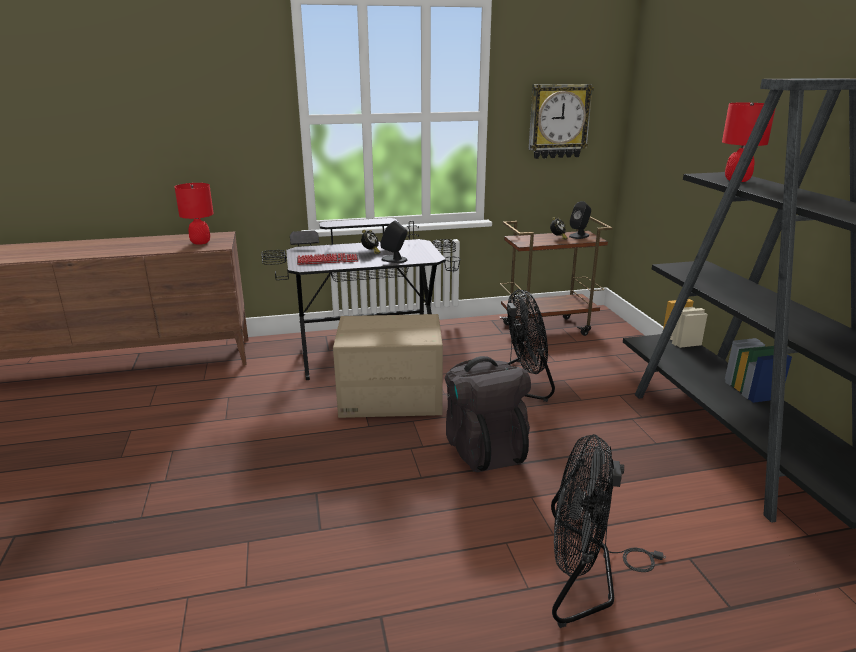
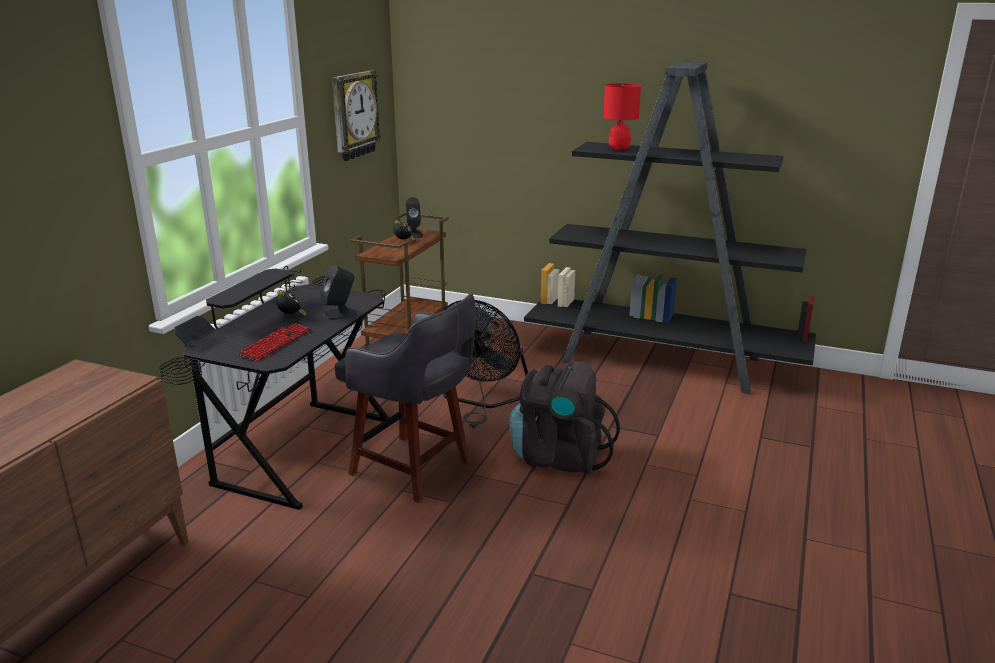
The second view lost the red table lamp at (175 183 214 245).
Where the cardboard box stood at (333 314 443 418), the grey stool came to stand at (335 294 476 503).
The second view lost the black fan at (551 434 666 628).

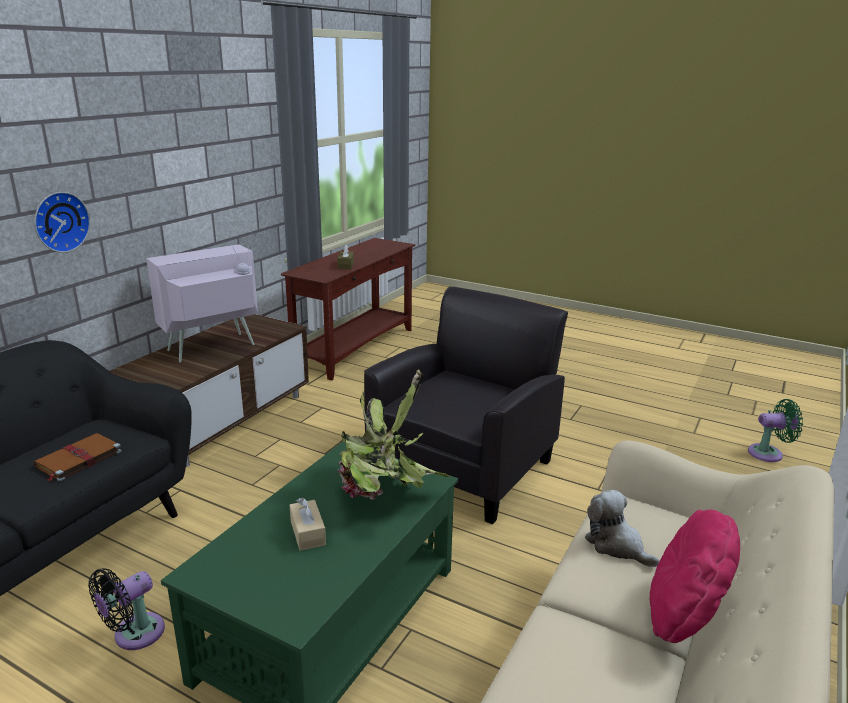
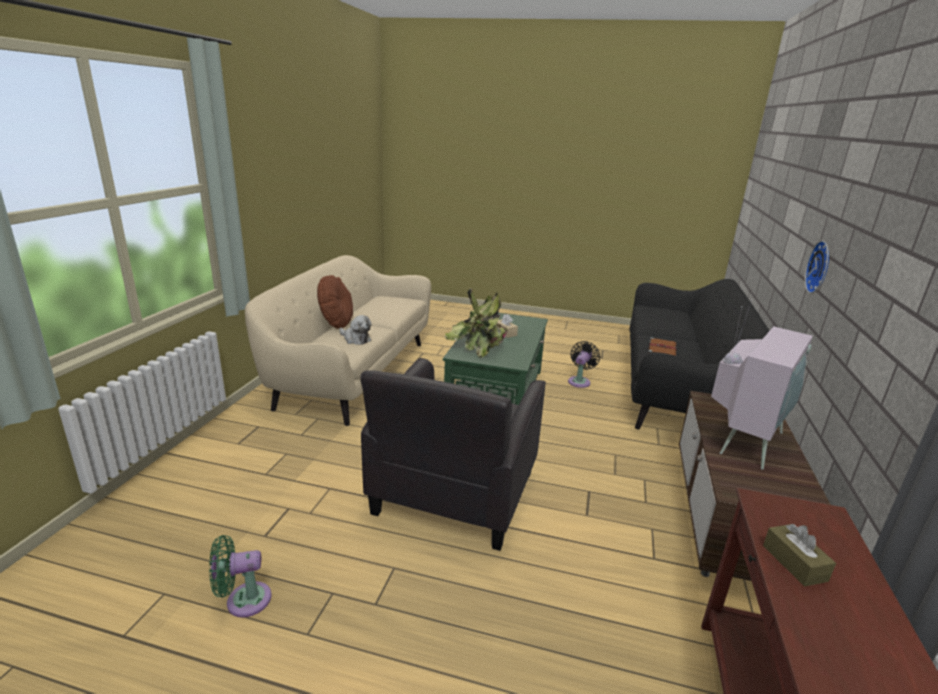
What was the pink pillow at (650 510 740 643) turned into the brown pillow at (317 275 353 329).
The green fan ended up elsewhere, having gone from (748 399 803 462) to (209 535 272 617).

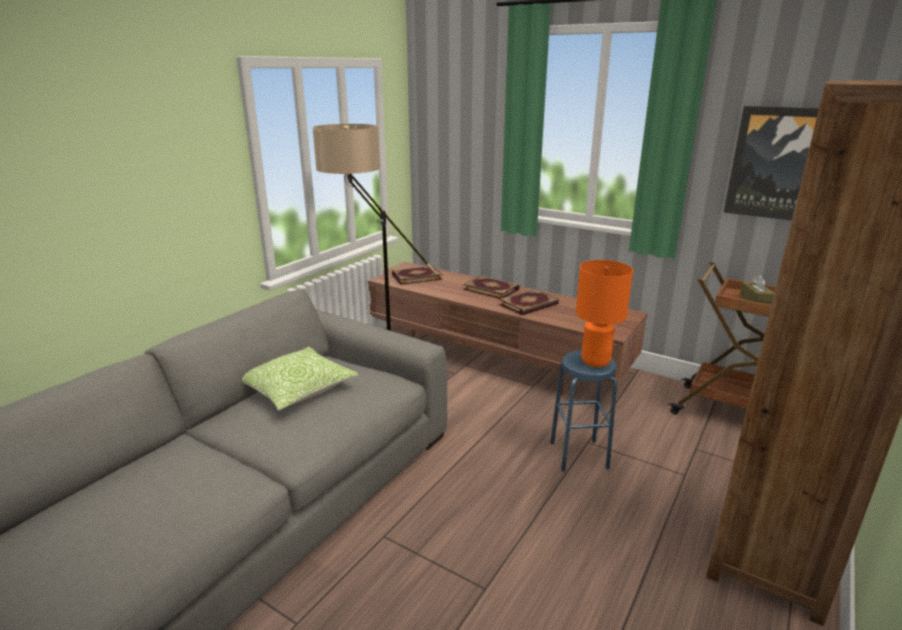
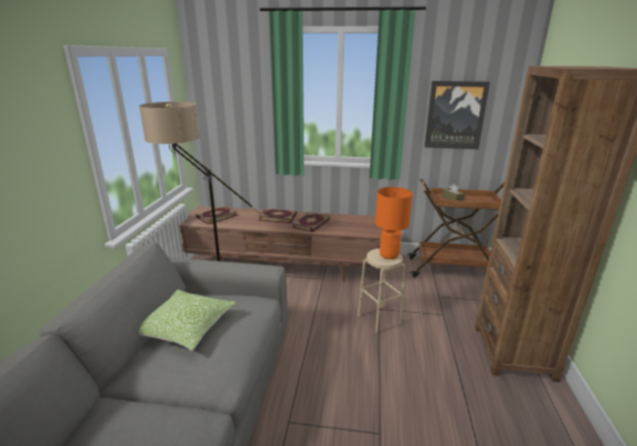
What was the blue stool at (551 350 617 472) turned into the beige stool at (357 248 405 334).

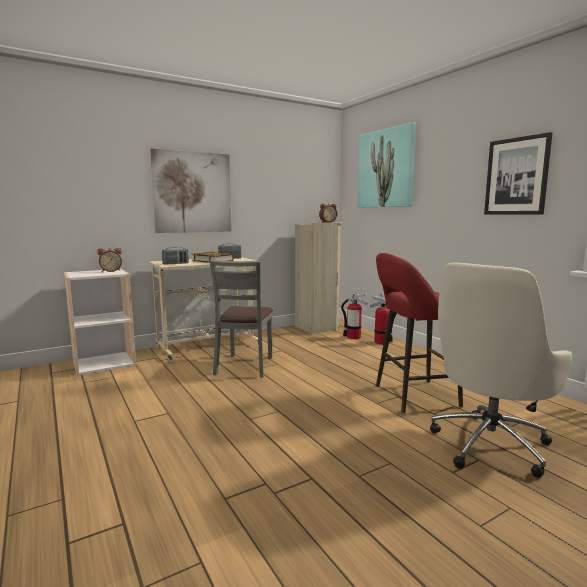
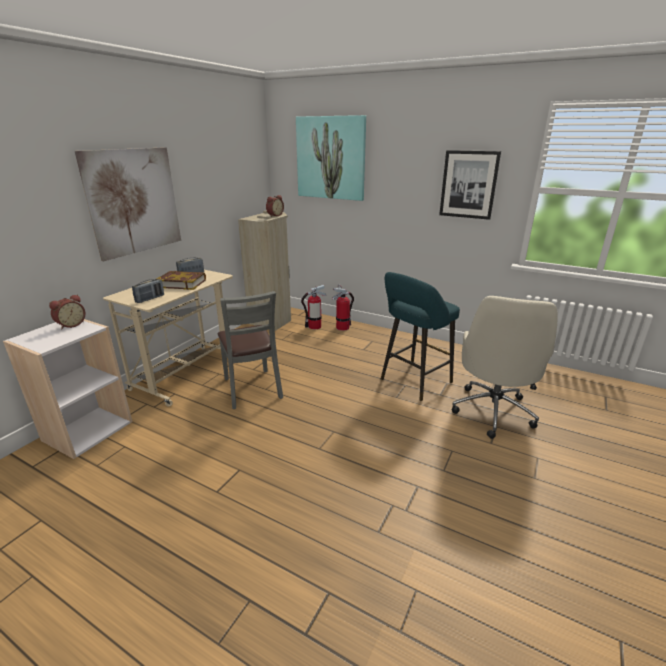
What was the red stool at (376 253 463 413) turned into the turquoise stool at (381 272 460 401).

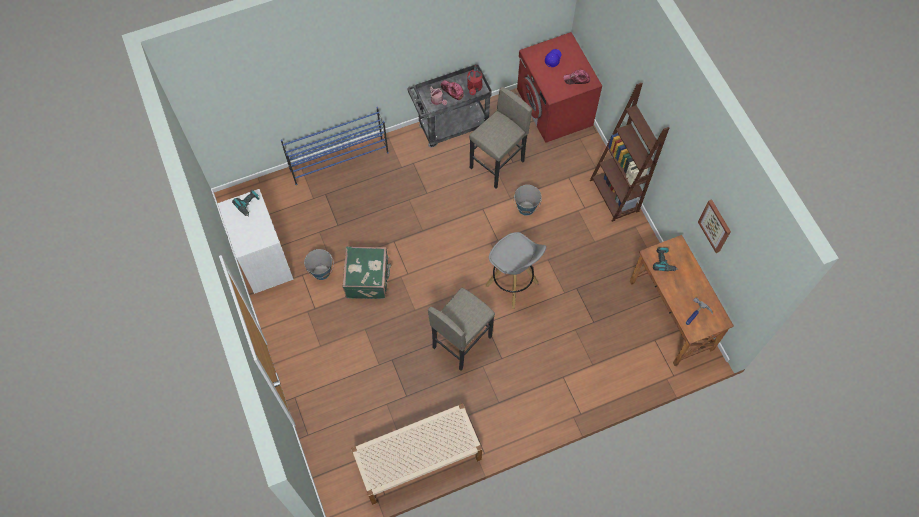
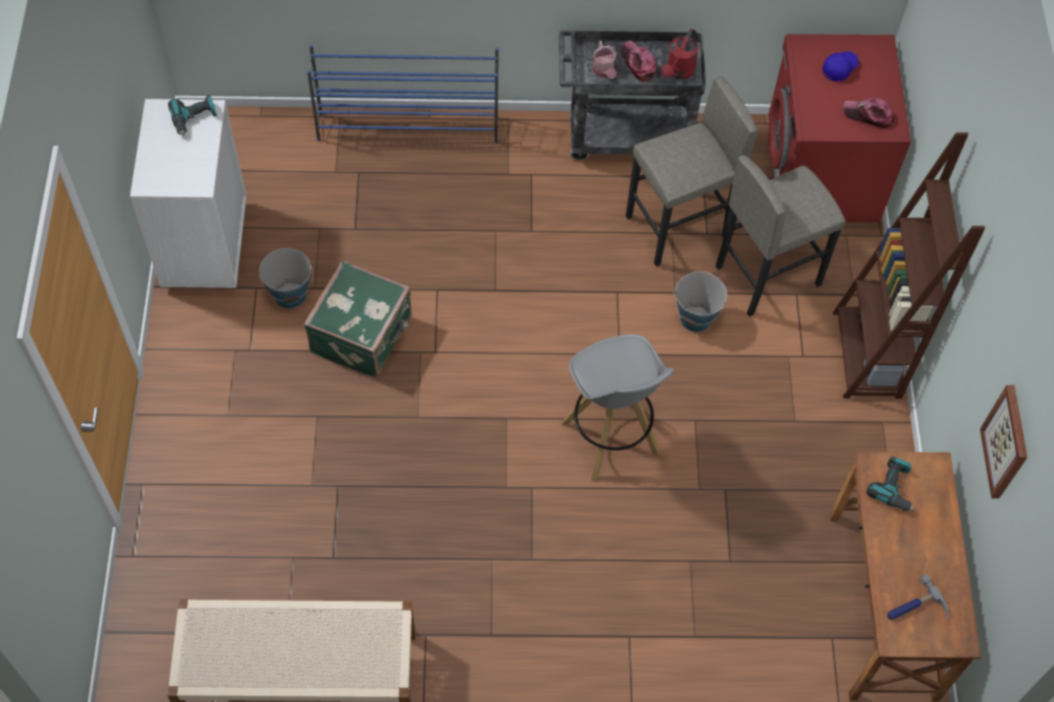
The grey stool ended up elsewhere, having gone from (428 288 495 371) to (715 155 846 317).

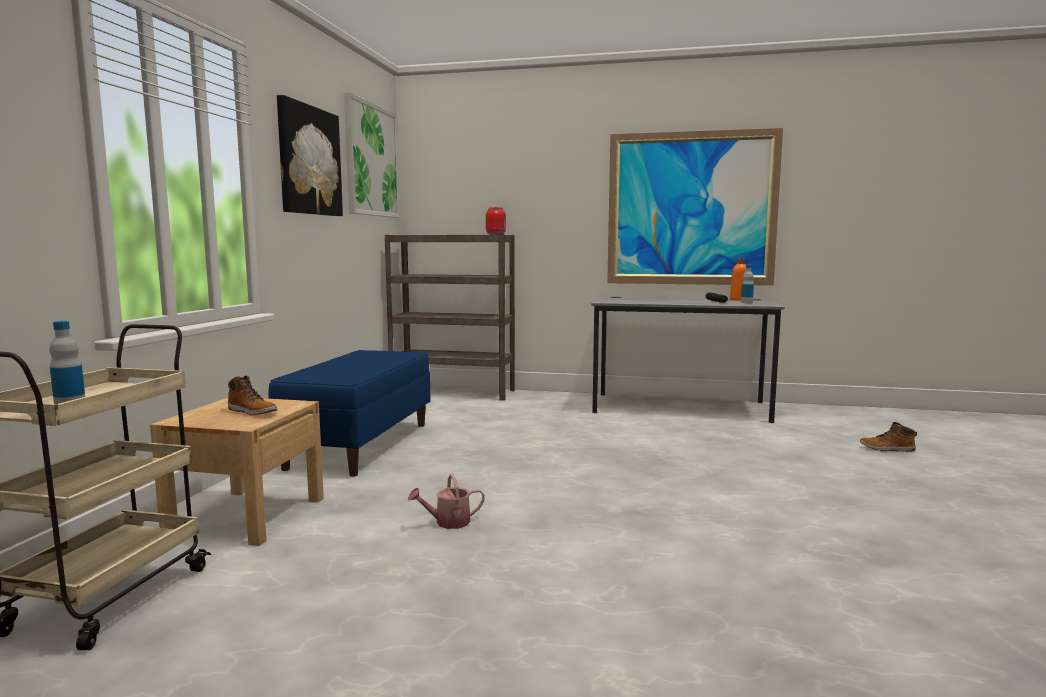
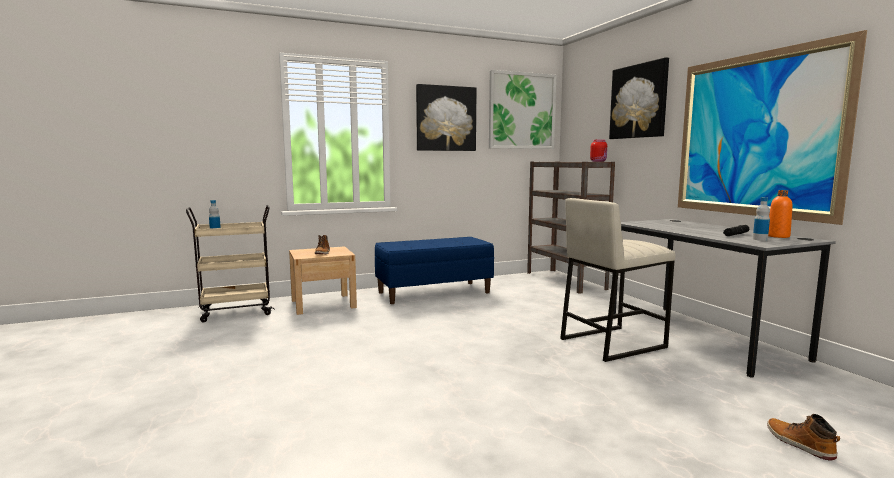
The second view lost the watering can at (408 474 485 529).
The second view gained the beige stool at (560 198 676 362).
The second view gained the picture at (609 57 669 139).

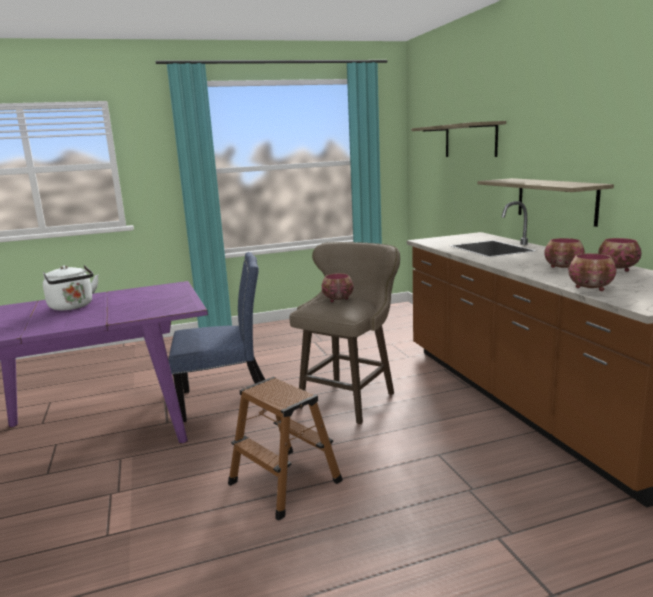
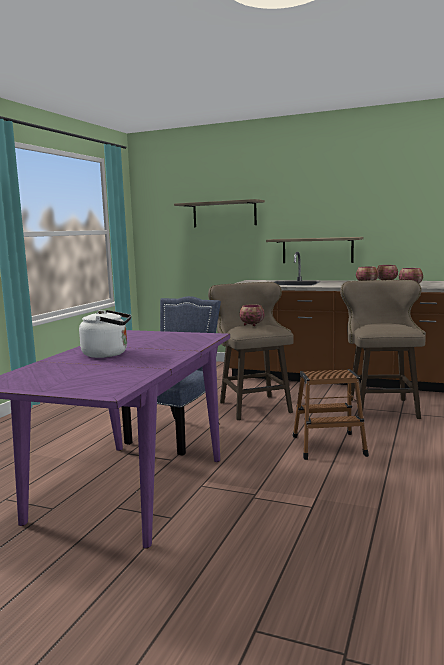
The second view gained the beige stool at (340 280 426 419).

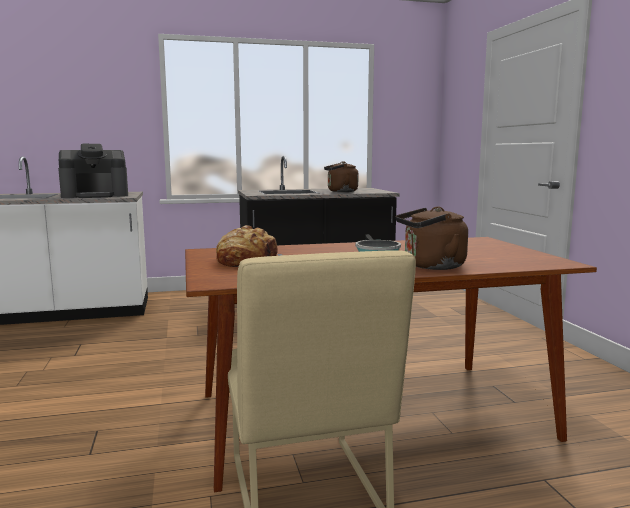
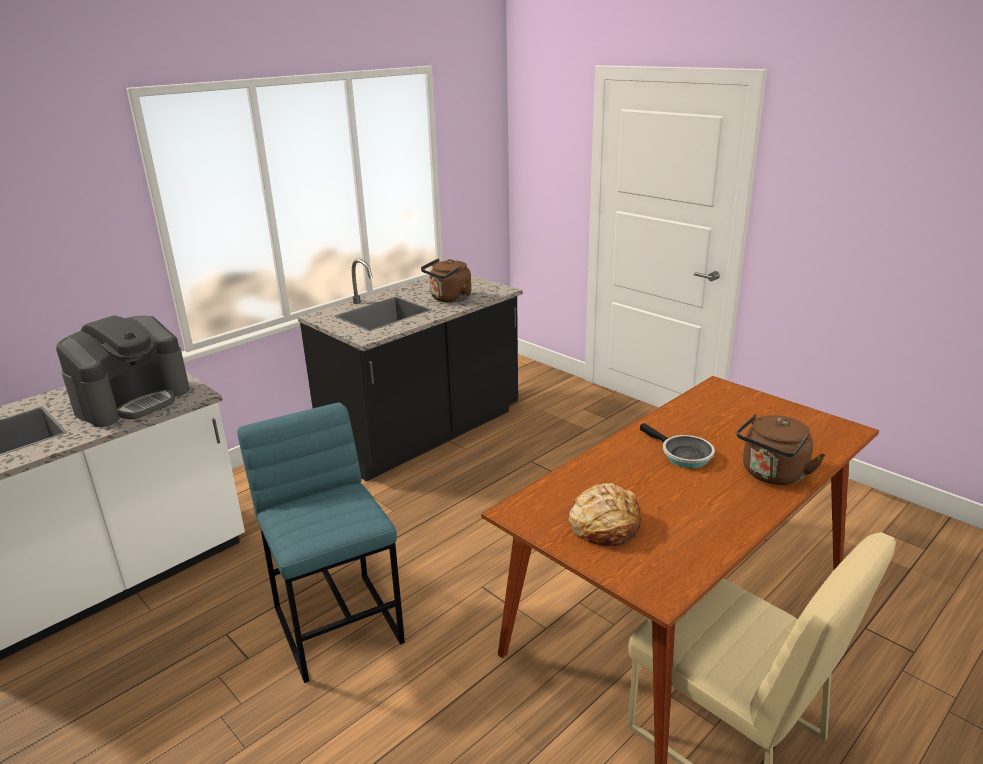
The second view gained the blue stool at (238 403 405 683).

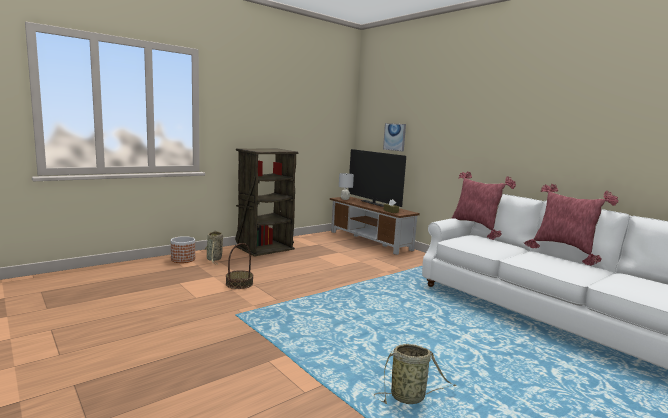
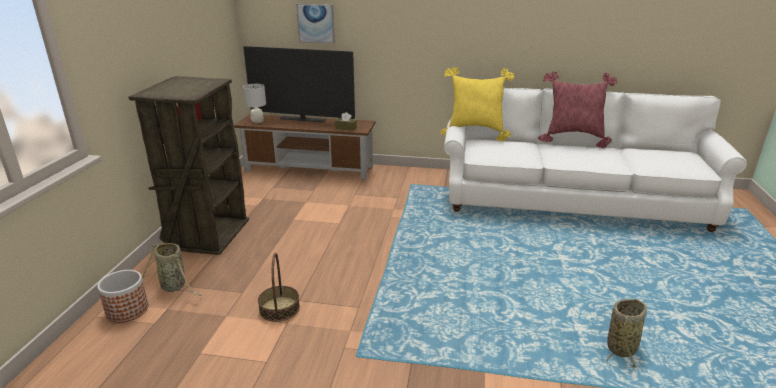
What was the red pillow at (451 171 516 240) turned into the yellow pillow at (440 67 515 142).

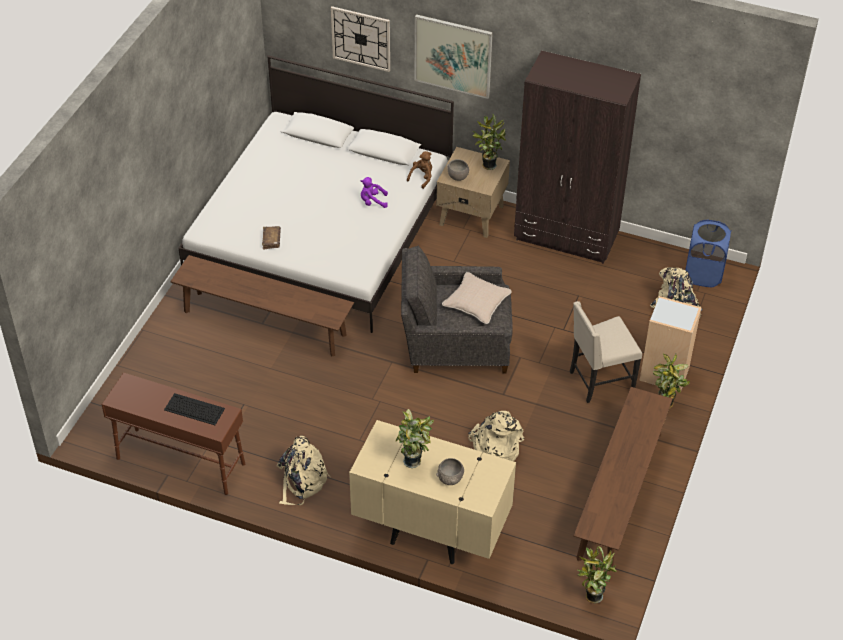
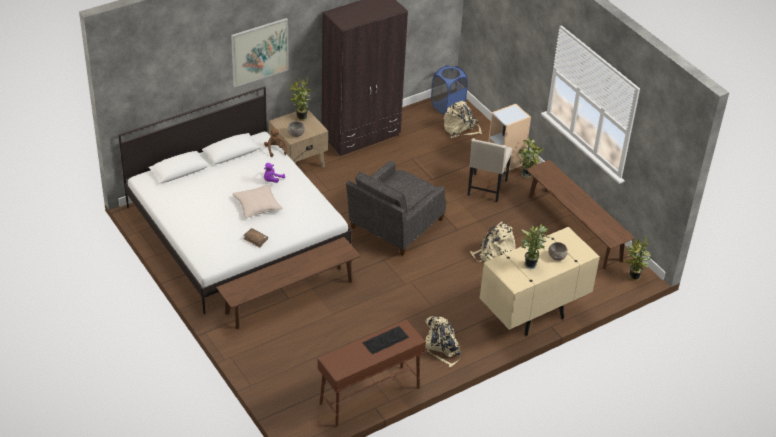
The second view lost the wall clock at (331 6 390 72).
The beige pillow ended up elsewhere, having gone from (442 272 512 324) to (232 185 283 218).

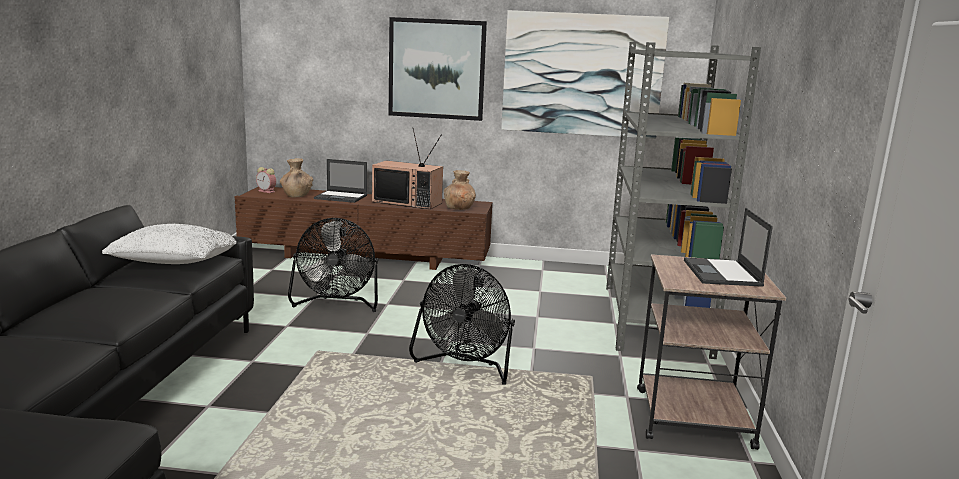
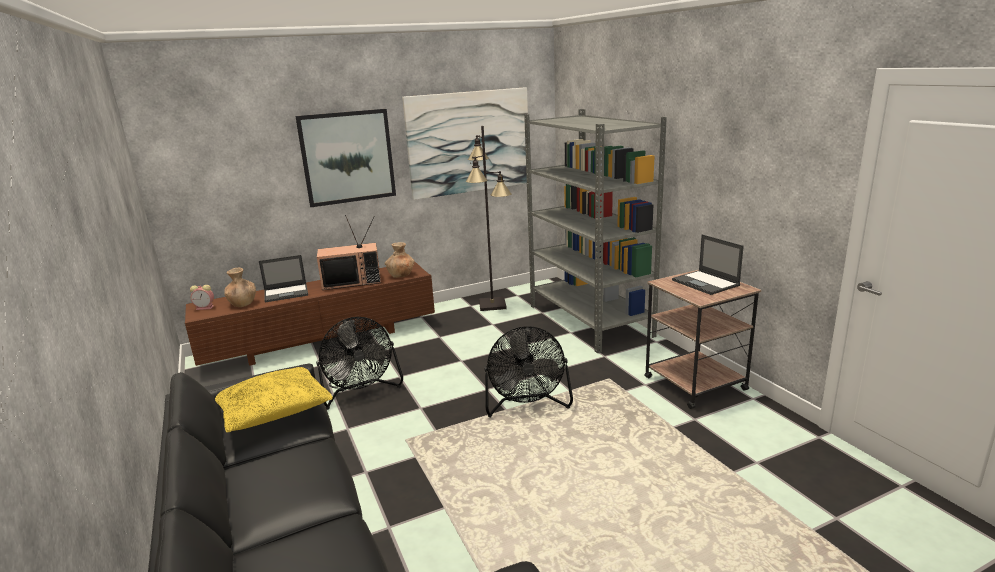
What was the white pillow at (102 224 237 264) turned into the yellow pillow at (215 367 333 432).
The second view gained the black floor lamp at (466 126 511 311).

